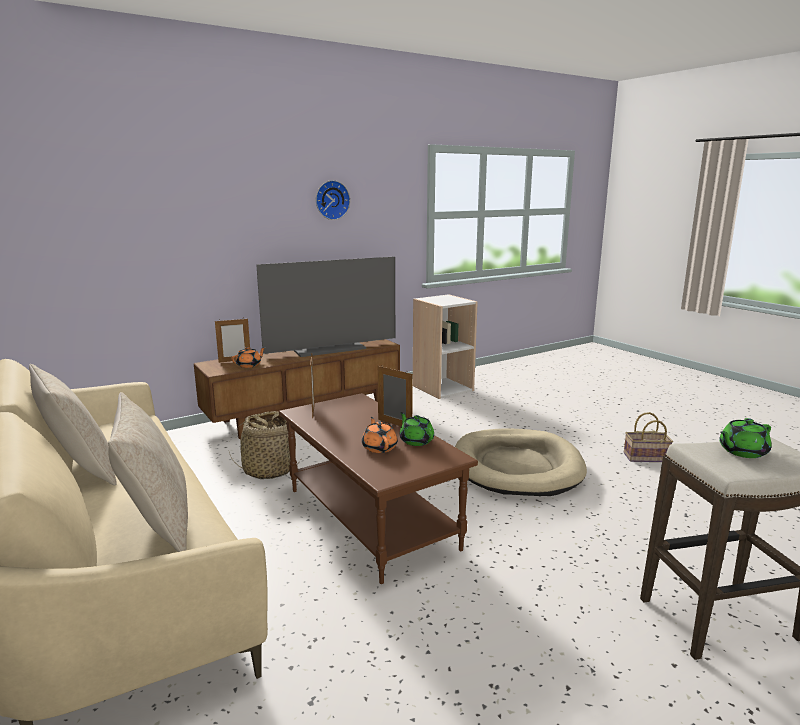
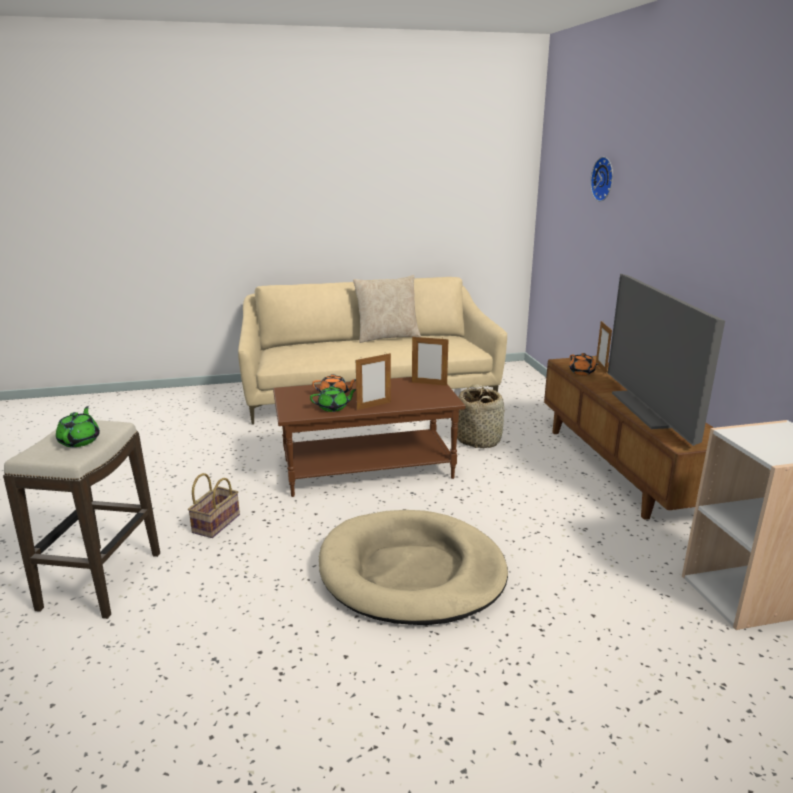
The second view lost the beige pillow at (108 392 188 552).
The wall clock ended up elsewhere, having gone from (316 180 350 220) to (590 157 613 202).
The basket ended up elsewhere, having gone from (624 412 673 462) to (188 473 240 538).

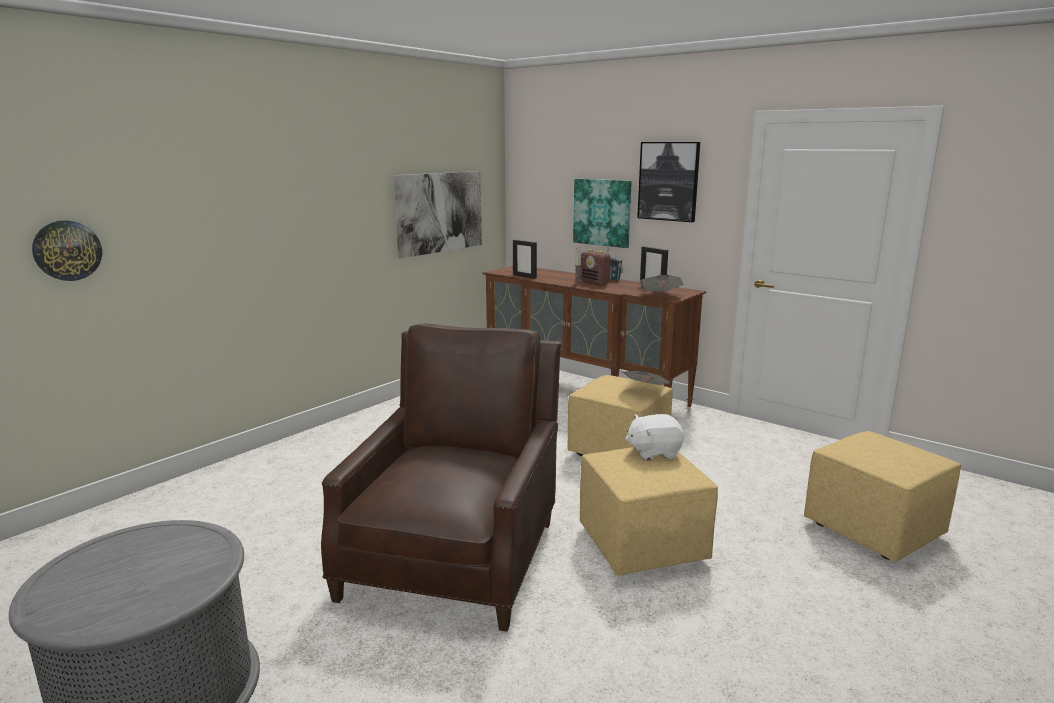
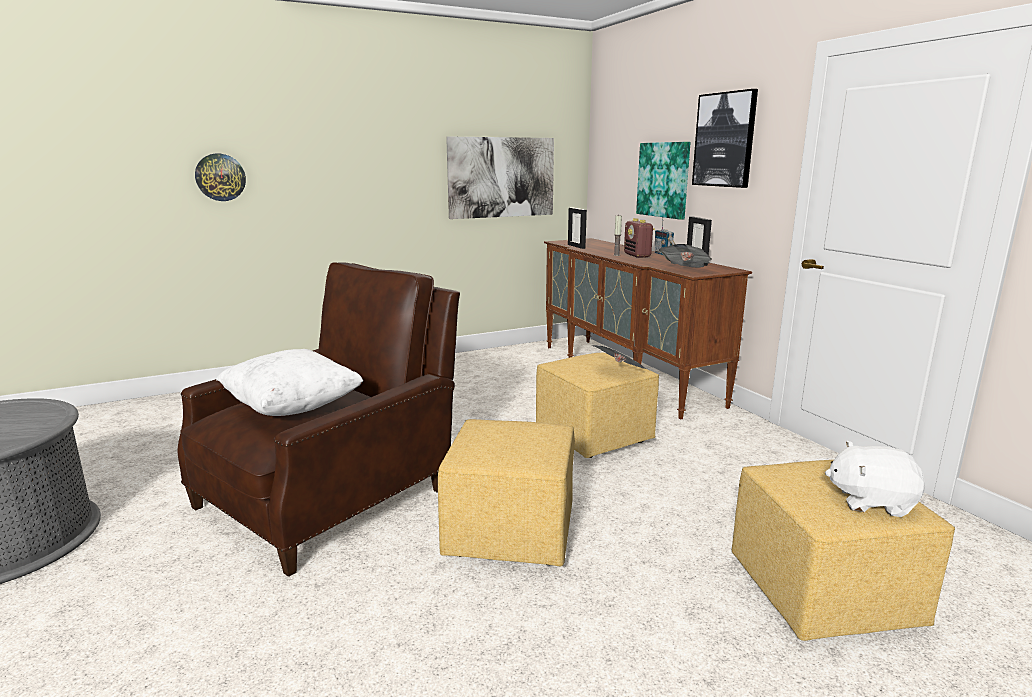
The wall clock ended up elsewhere, having gone from (32 220 102 281) to (195 154 246 201).
The white plush toy ended up elsewhere, having gone from (625 414 684 460) to (825 441 925 517).
The second view gained the white pillow at (216 349 363 416).

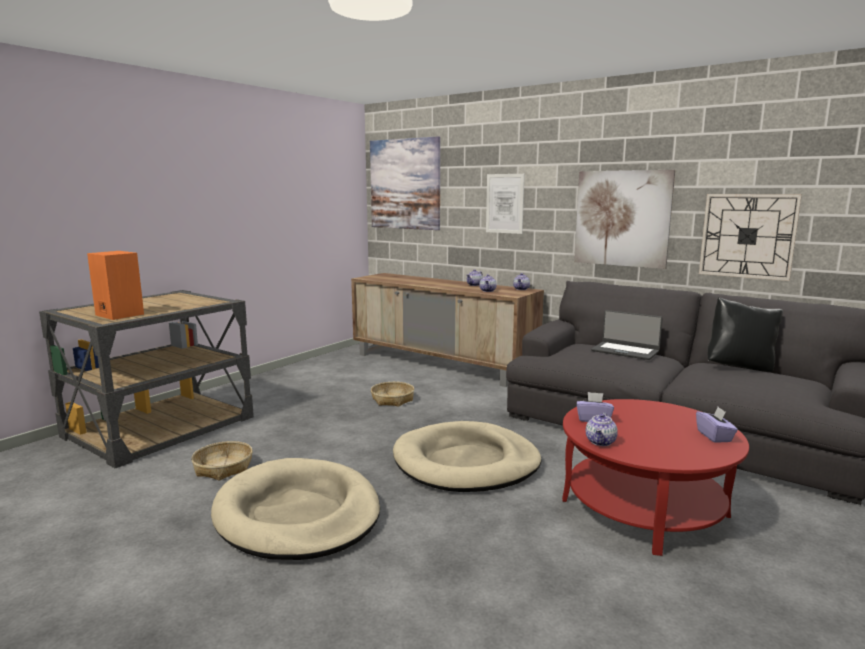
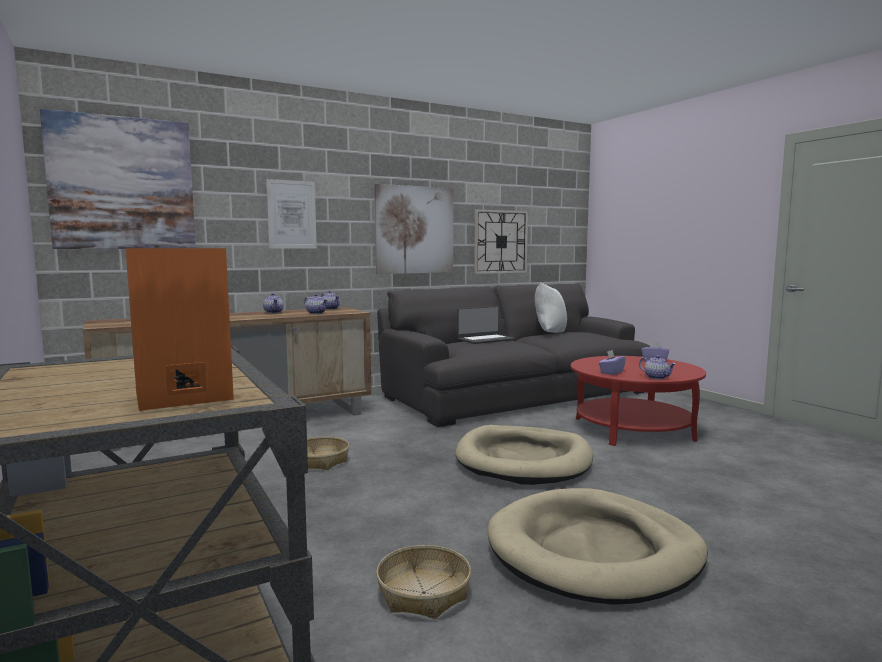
What was the black pillow at (707 297 783 372) turned into the white pillow at (535 283 567 333).

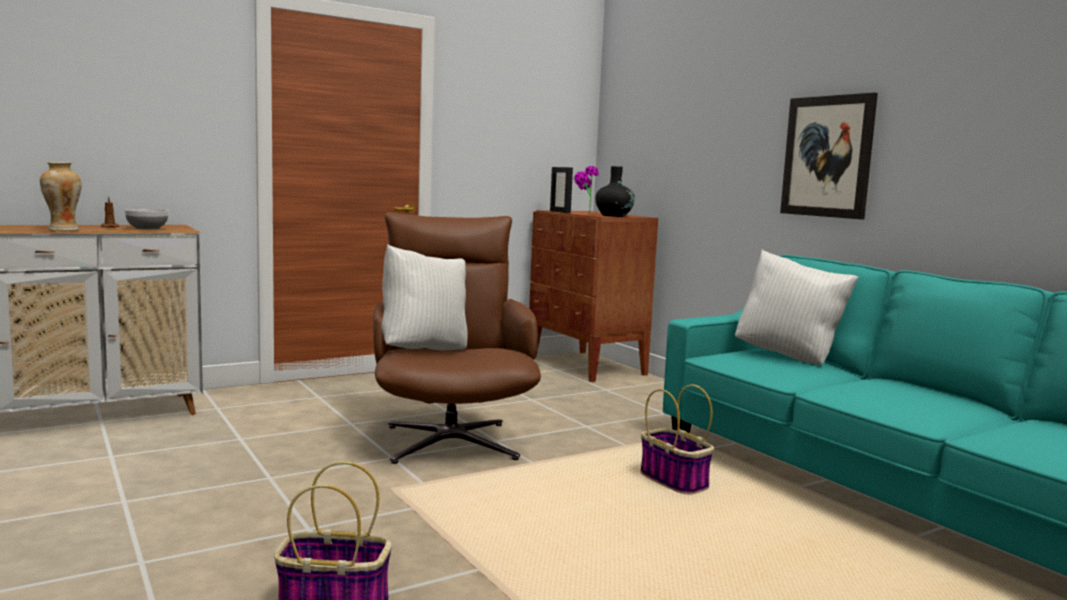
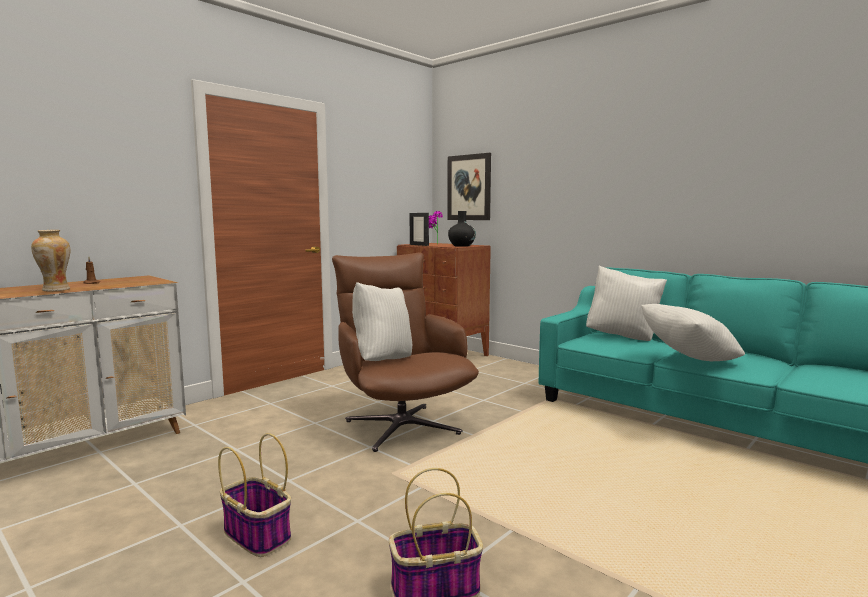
The second view lost the bowl at (125 209 169 229).
The basket ended up elsewhere, having gone from (640 384 714 495) to (218 433 291 557).
The picture ended up elsewhere, having gone from (780 93 878 219) to (447 153 491 220).
The second view gained the white pillow at (641 304 745 361).

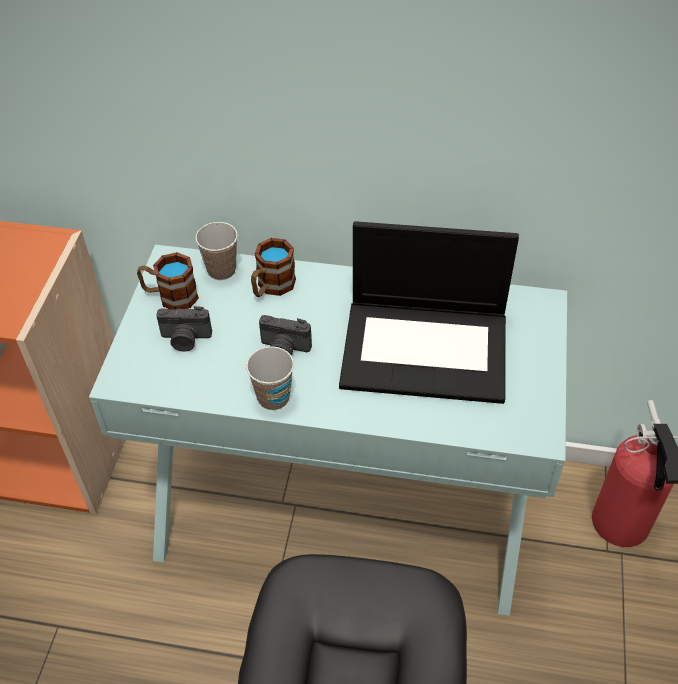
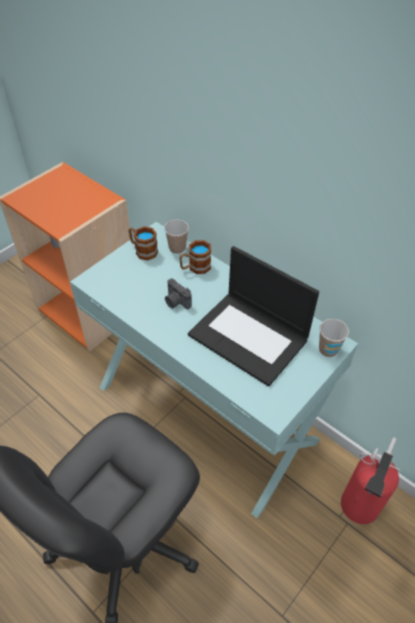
The second view lost the photo camera at (156 306 212 352).
The cup ended up elsewhere, having gone from (246 346 294 410) to (319 319 349 357).

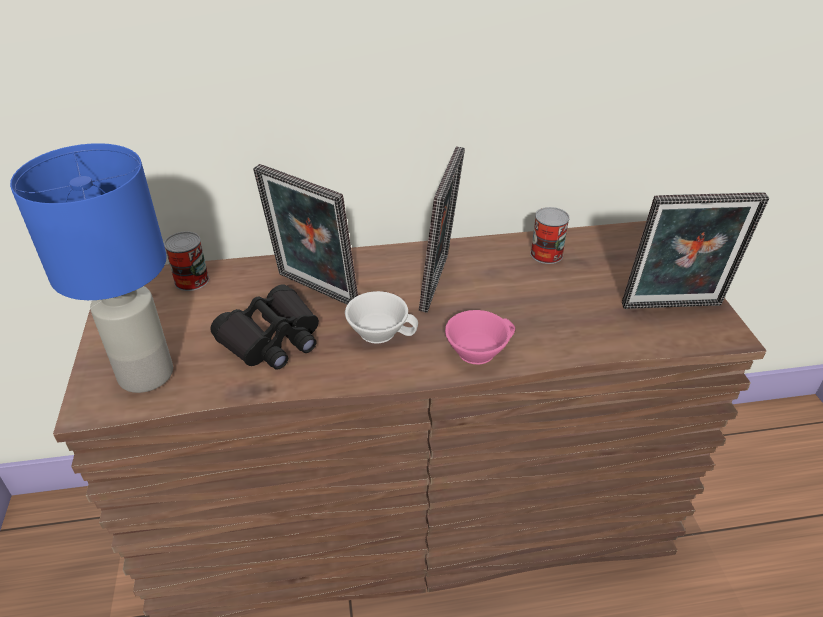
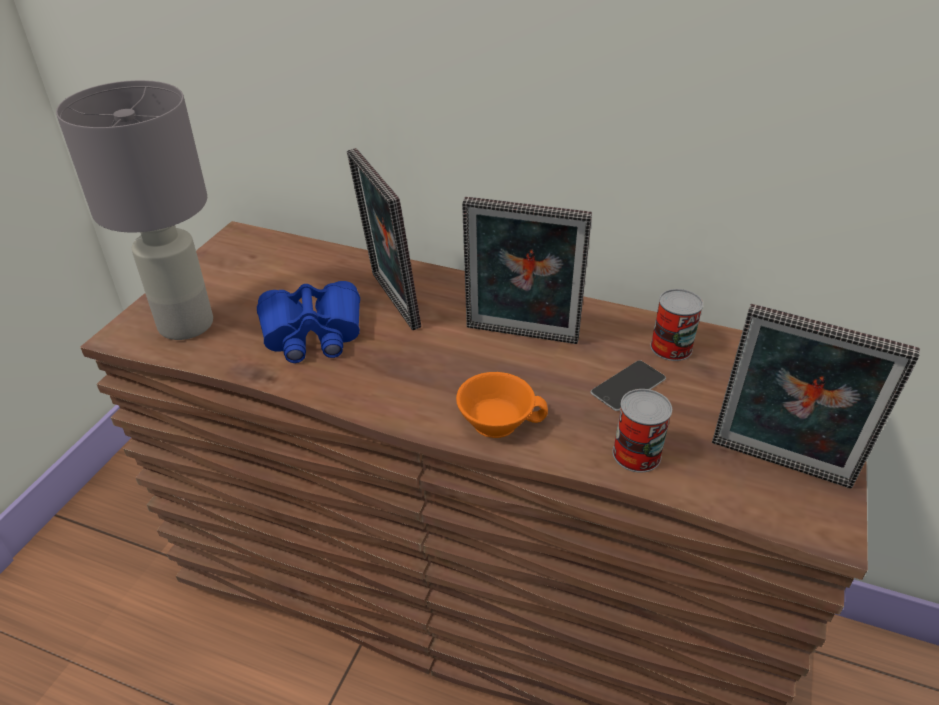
What was the blue table lamp at (10 143 173 393) turned into the grey table lamp at (56 80 213 340).
The can ended up elsewhere, having gone from (164 231 209 291) to (613 389 672 473).
What was the black binoculars at (211 284 319 370) turned into the blue binoculars at (257 281 360 363).
The second view lost the white cup at (345 291 418 344).
The picture frame at (419 146 465 313) ended up facing another way, 60 degrees clockwise from before.
What was the pink cup at (445 310 515 365) turned into the orange cup at (456 372 548 438).
The second view gained the phone at (590 360 666 411).

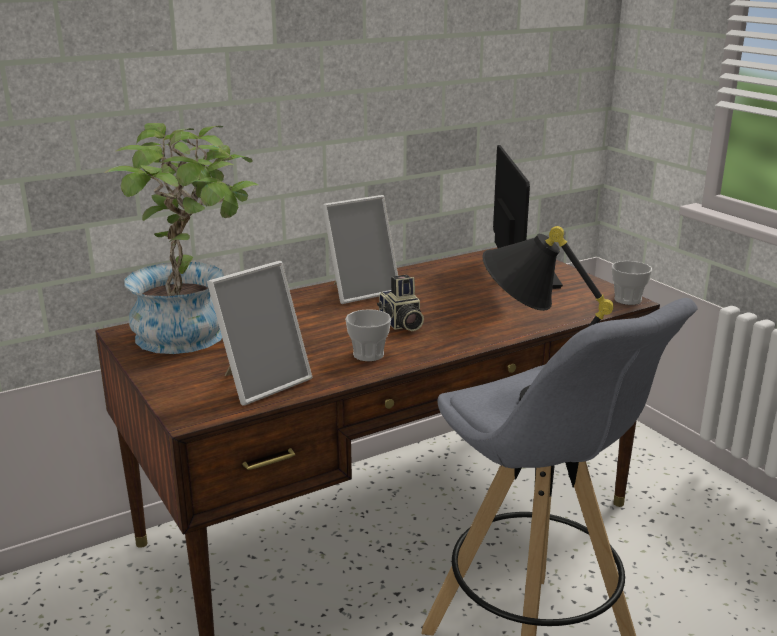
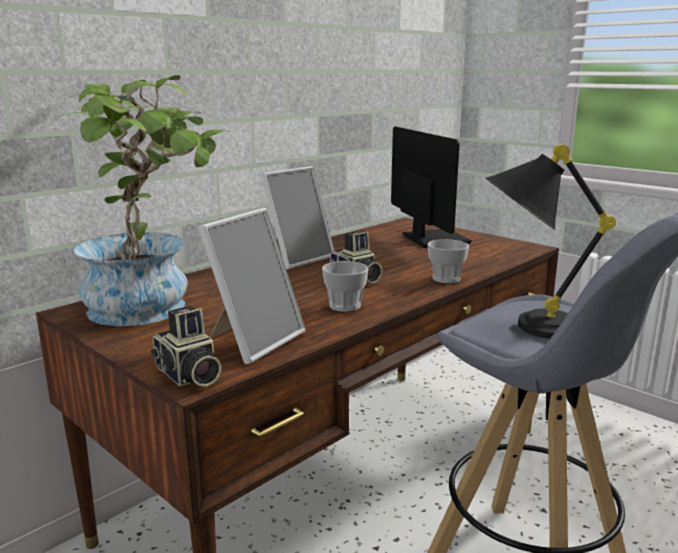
The cup ended up elsewhere, having gone from (612 261 652 305) to (428 239 469 283).
The second view gained the photo camera at (151 306 222 387).

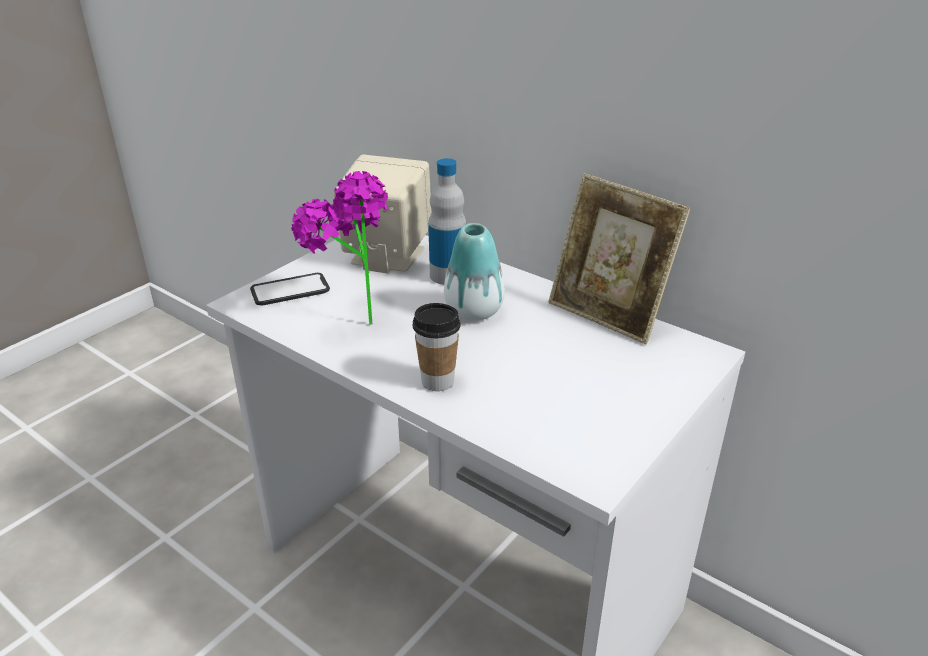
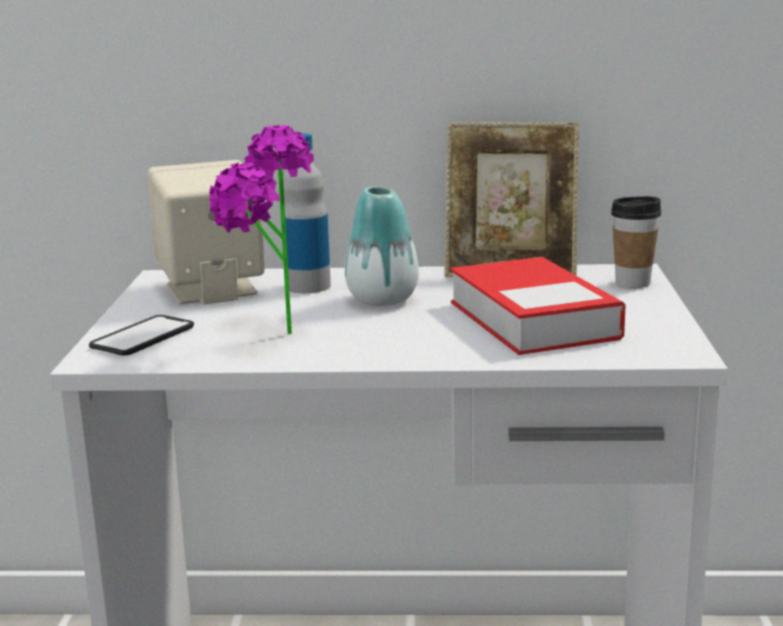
The cup ended up elsewhere, having gone from (413 303 461 391) to (611 196 662 288).
The second view gained the book at (451 257 626 355).

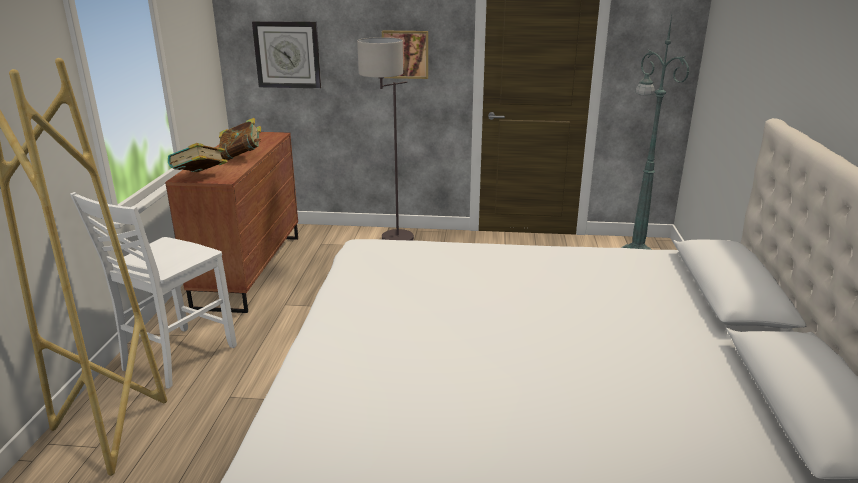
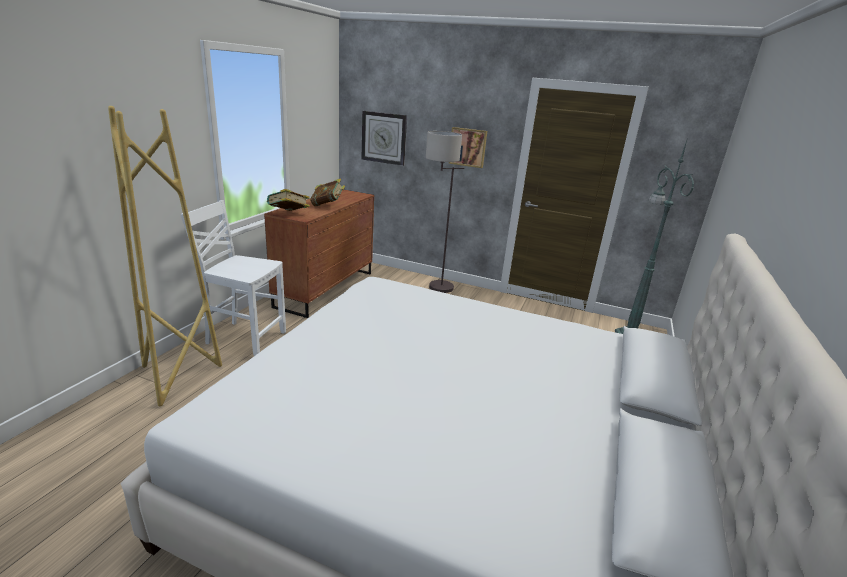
The white chair at (70 192 237 388) ended up facing another way, 60 degrees clockwise from before.

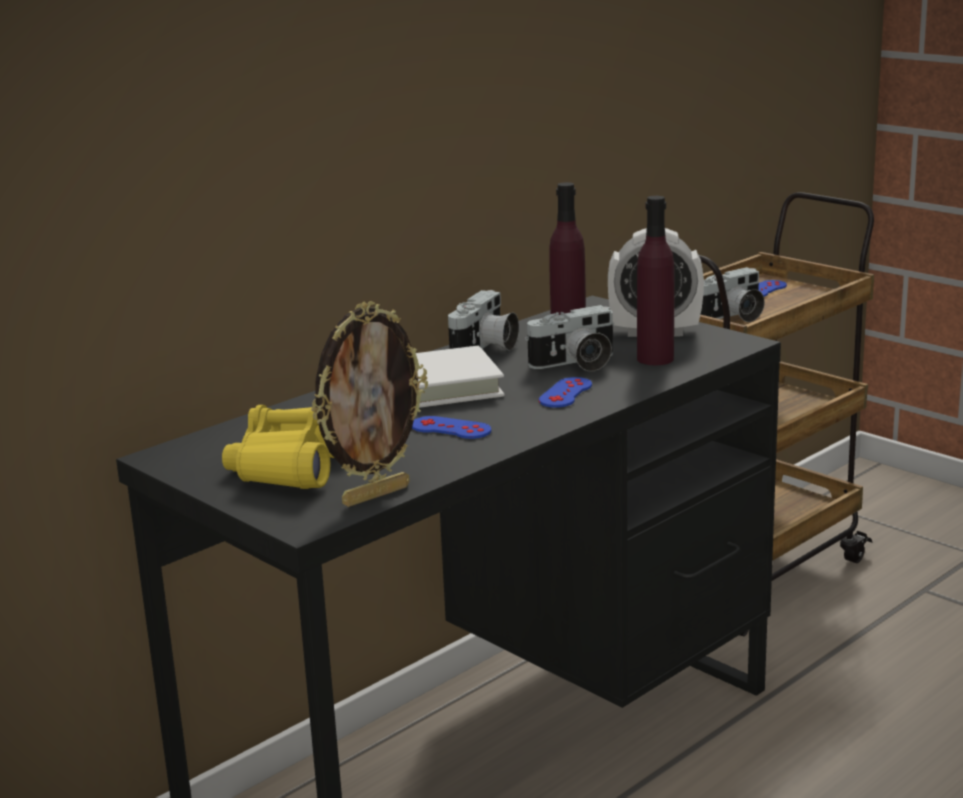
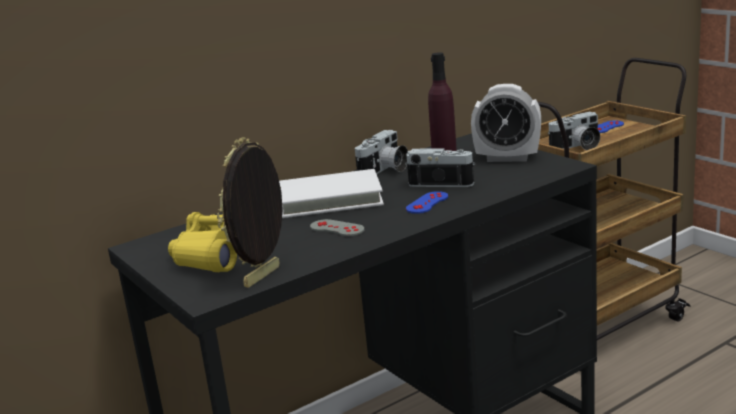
The picture frame at (311 301 428 507) ended up facing another way, 150 degrees clockwise from before.
What was the blue game controller at (412 416 491 439) turned into the grey game controller at (310 219 364 236).
The photo camera at (525 305 614 371) ended up facing another way, 150 degrees counterclockwise from before.
The second view lost the purple bottle at (637 196 675 365).

